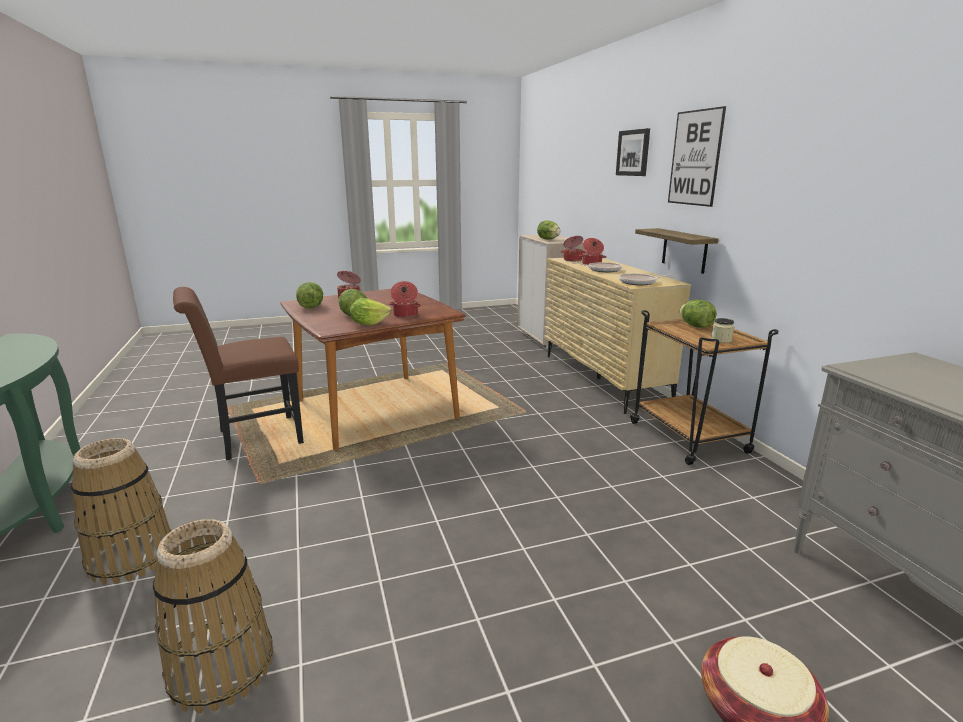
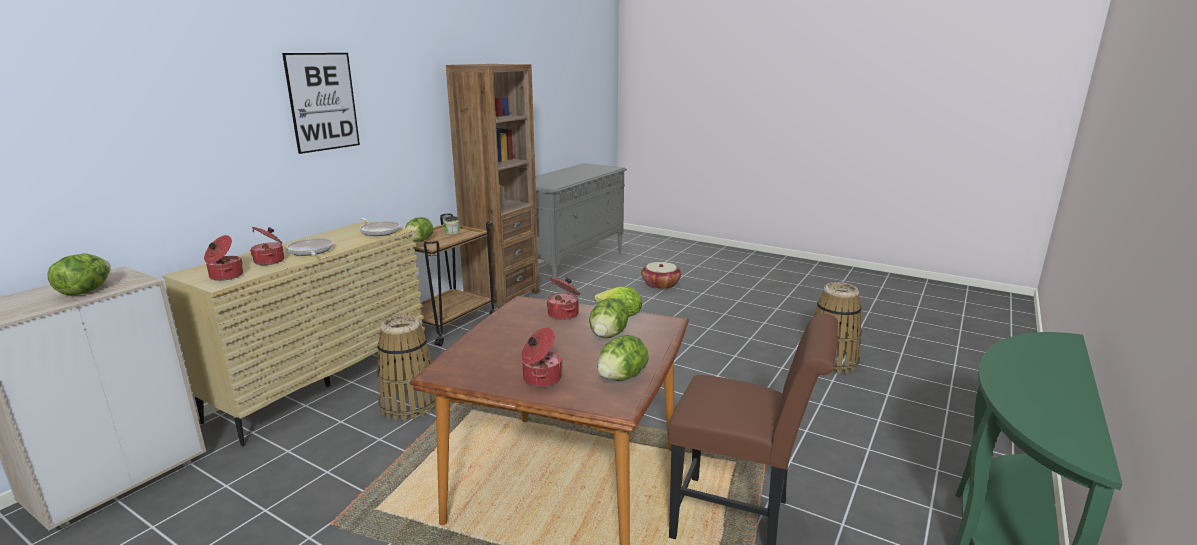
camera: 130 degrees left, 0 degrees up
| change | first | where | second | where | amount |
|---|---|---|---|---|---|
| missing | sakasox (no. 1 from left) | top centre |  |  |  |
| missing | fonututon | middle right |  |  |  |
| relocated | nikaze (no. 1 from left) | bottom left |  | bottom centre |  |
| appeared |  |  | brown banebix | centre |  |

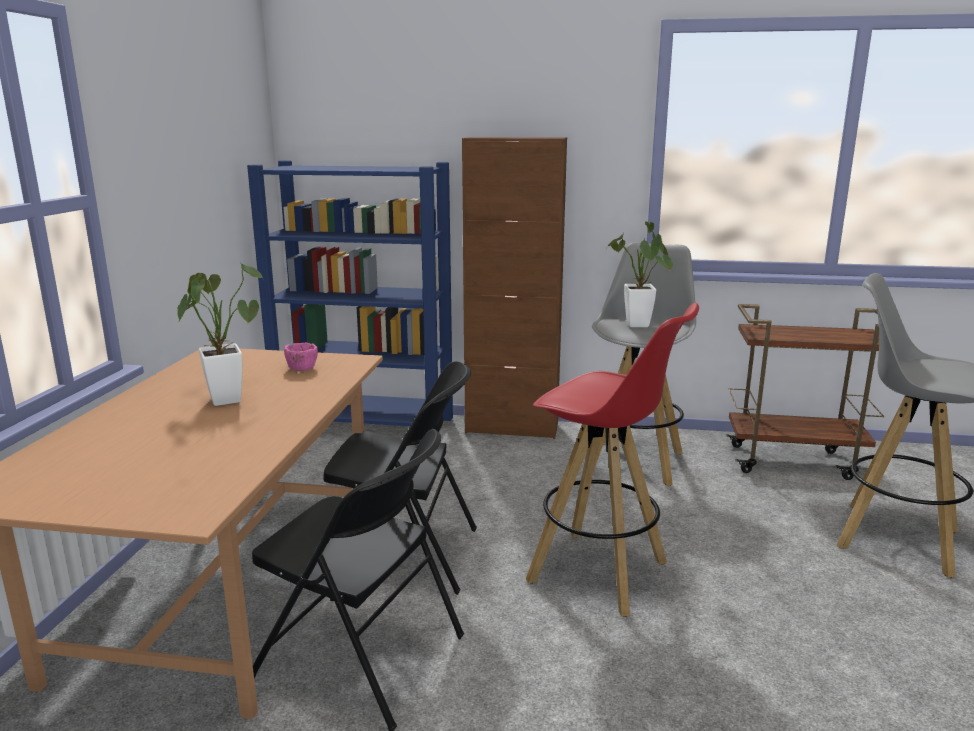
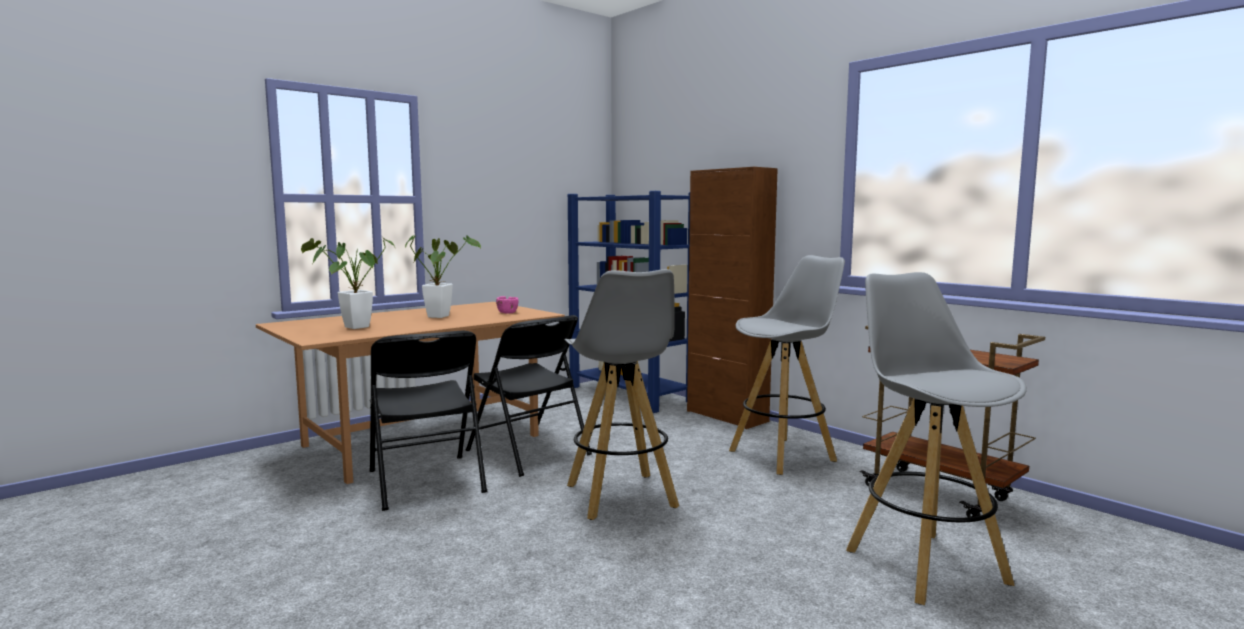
camera: 40 degrees right, 10 degrees down
| change | first | where | second | where | amount |
|---|---|---|---|---|---|
| relocated | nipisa (no. 2 from left in the first image) | centre | nipisa (no. 1 from left) | middle left |  |
| colour | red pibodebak | centre | grey pibodebak (no. 1 from left) | centre |  |

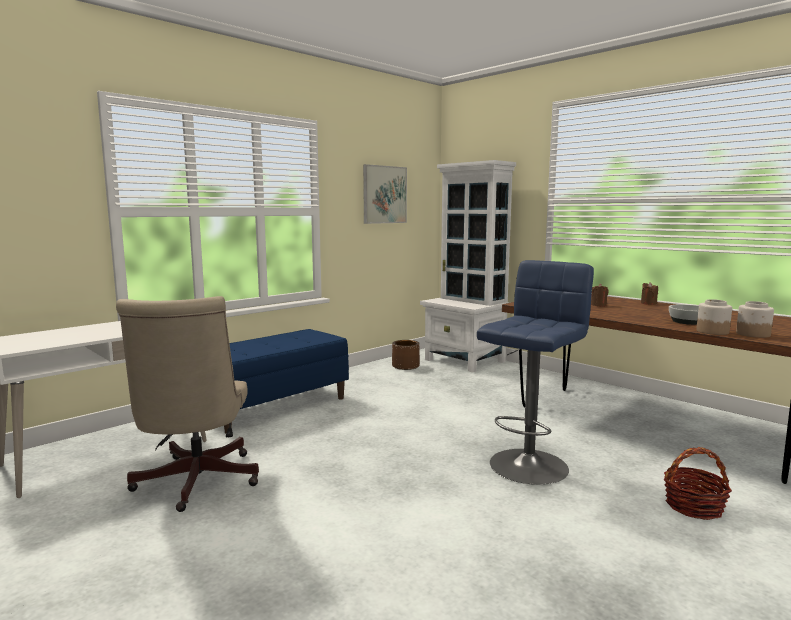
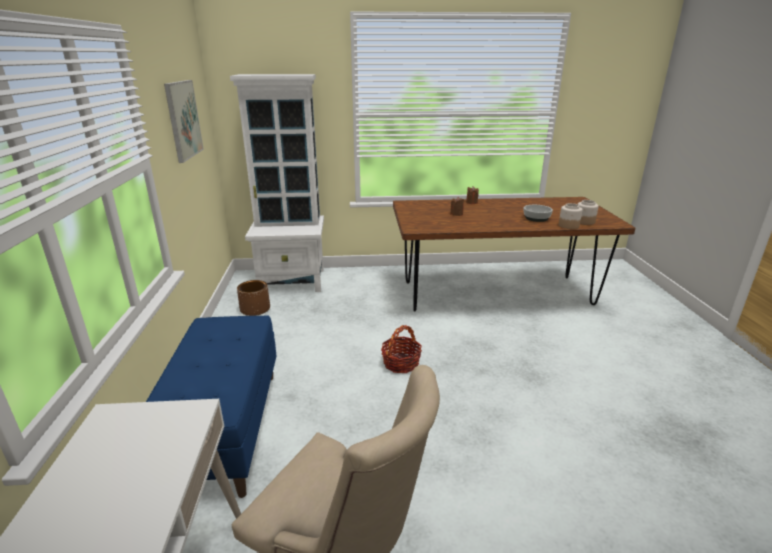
camera: 50 degrees left, 15 degrees up
| change | first | where | second | where | amount |
|---|---|---|---|---|---|
| missing | blue pibodebak | middle right |  |  |  |
| relocated | nikaze | bottom right |  | centre |  |

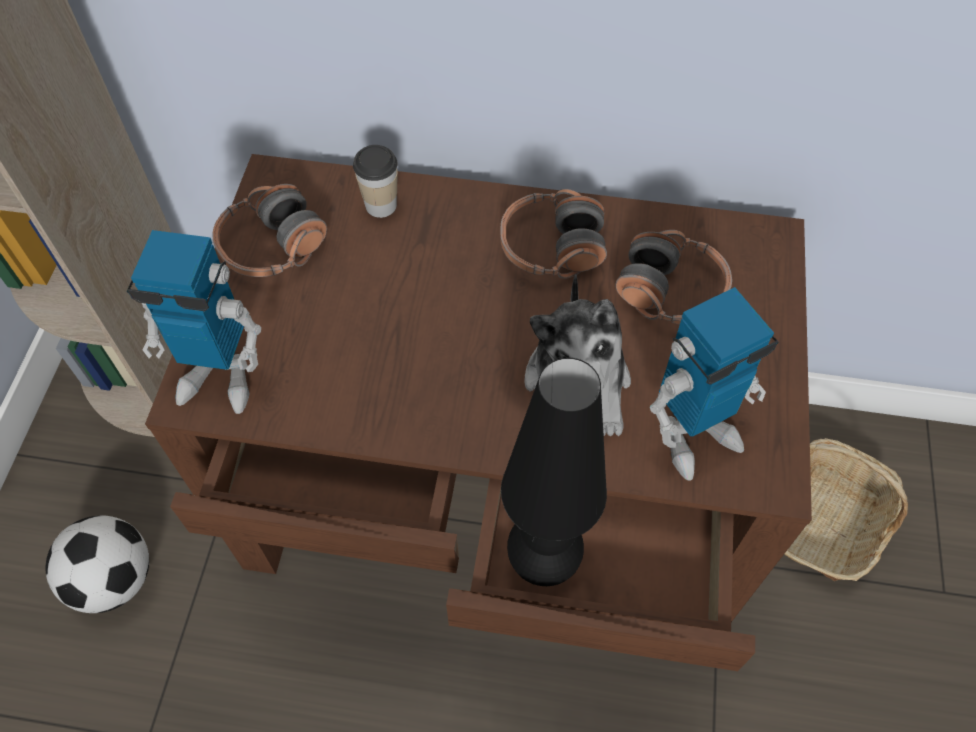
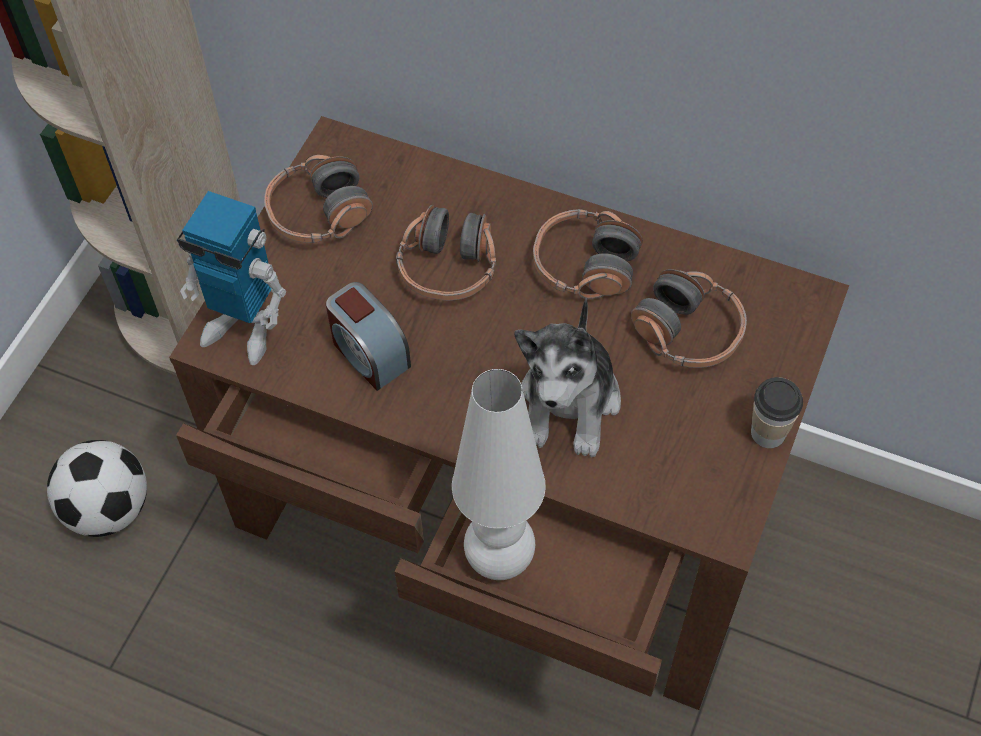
camera: 15 degrees right, 0 degrees up
| change | first | where | second | where | amount |
|---|---|---|---|---|---|
| relocated | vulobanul | top centre |  | middle right |  |
| missing | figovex (no. 2 from left) | middle right |  |  |  |
| colour | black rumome | centre | white rumome | centre |  |
| missing | nikaze | bottom right |  |  |  |
| appeared |  |  | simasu (no. 2 from left) | centre |  |
| appeared |  |  | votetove | centre |  |

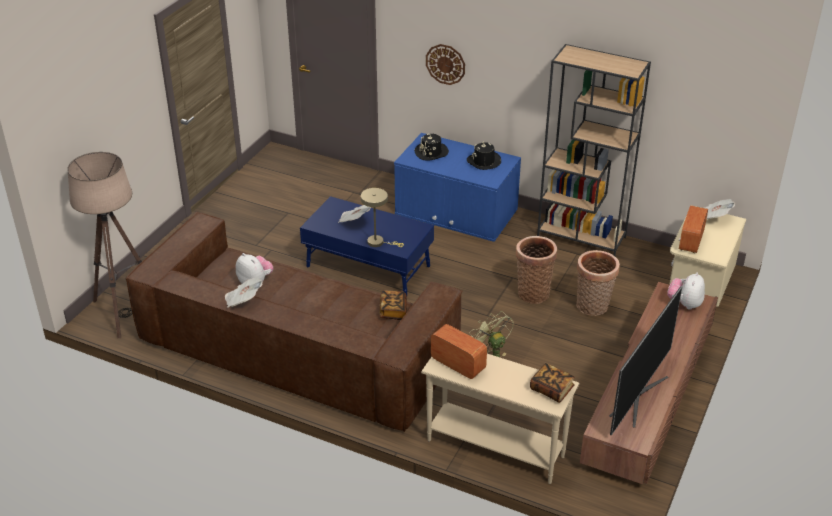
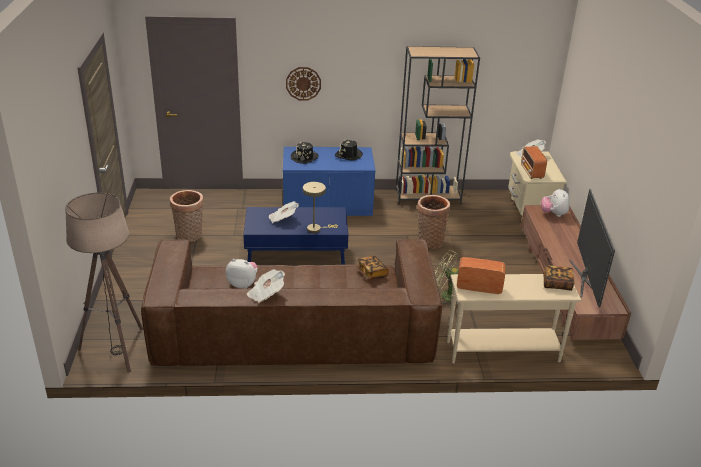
camera: 30 degrees left, 5 degrees down
| change | first | where | second | where | amount |
|---|---|---|---|---|---|
| relocated | nikaze (no. 2 from left in the first image) | middle right | nikaze (no. 1 from left) | middle left |  |

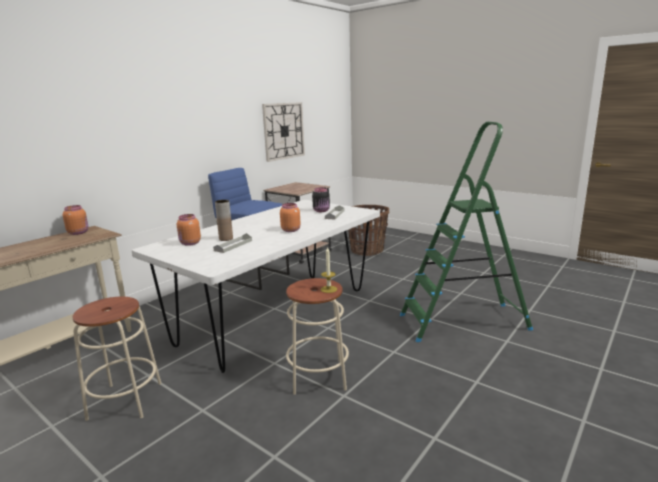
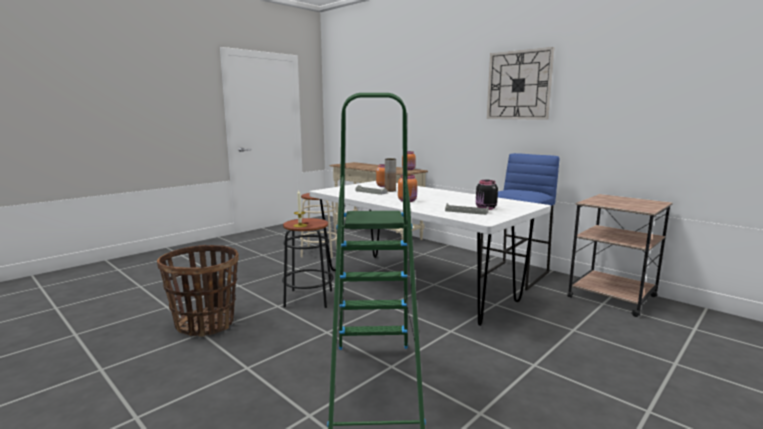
camera: 95 degrees right, 5 degrees down
| change | first | where | second | where | amount |
|---|---|---|---|---|---|
| relocated | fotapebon | top centre |  | top right |  |
| relocated | nikaze | centre |  | bottom left |  |
| colour | beige pibodebak (no. 2 from left) | bottom centre | black pibodebak | centre |  |

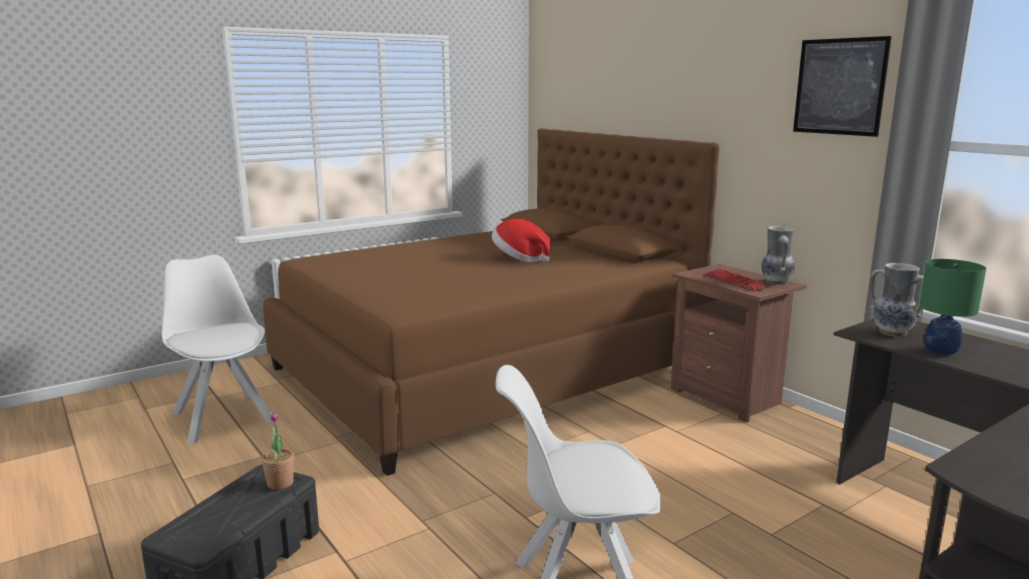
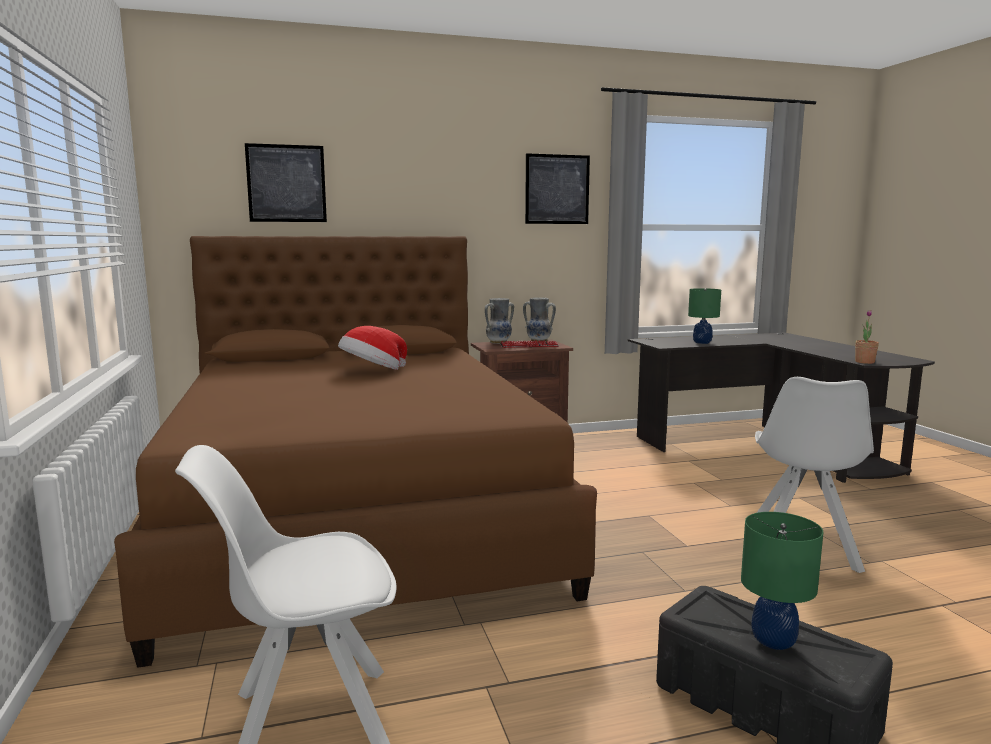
camera: 70 degrees left, 5 degrees down
| change | first | where | second | where | amount |
|---|---|---|---|---|---|
| relocated | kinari (no. 2 from left in the first image) | middle right | kinari (no. 1 from left) | centre |  |
| relocated | nipisa | bottom left |  | middle right |  |
| appeared |  |  | sakasox (no. 1 from left) | top left |  |
| appeared |  |  | green rumome (no. 2 from left) | bottom right |  |

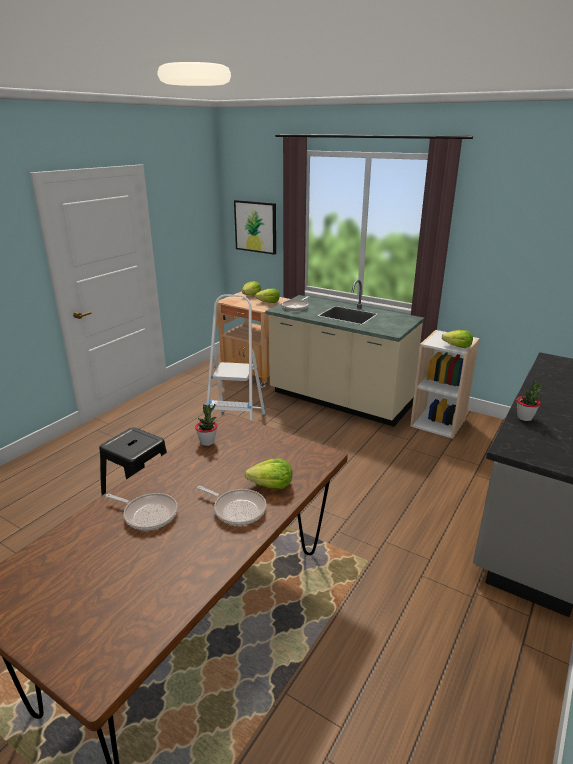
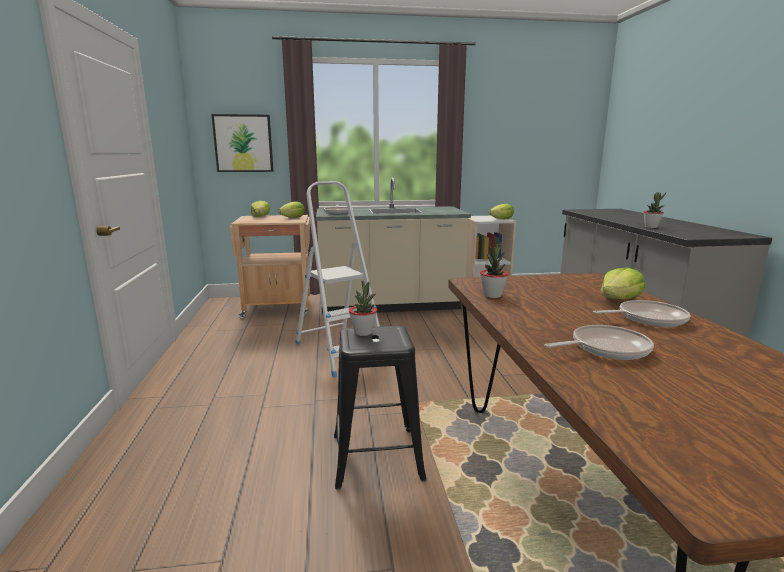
camera: 40 degrees left, 10 degrees down
| change | first | where | second | where | amount |
|---|---|---|---|---|---|
| appeared |  |  | nipisa (no. 1 from left) | centre |  |

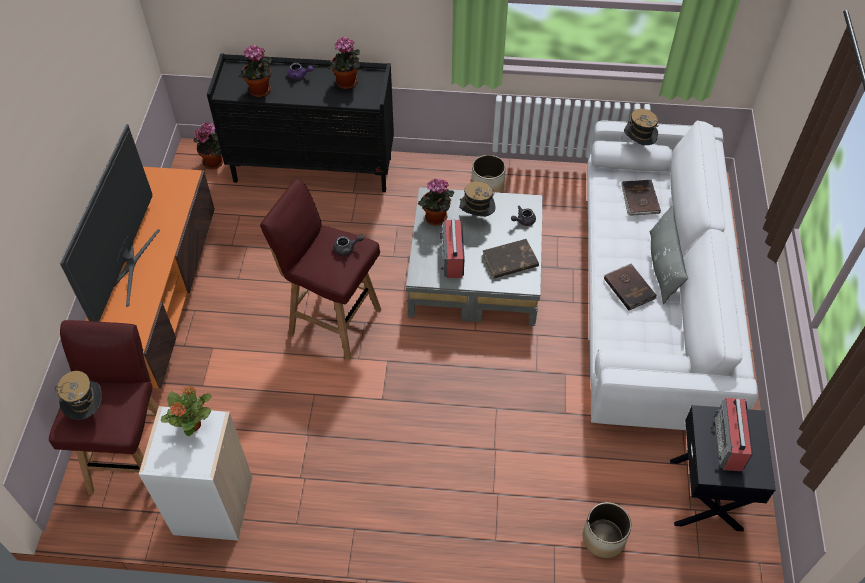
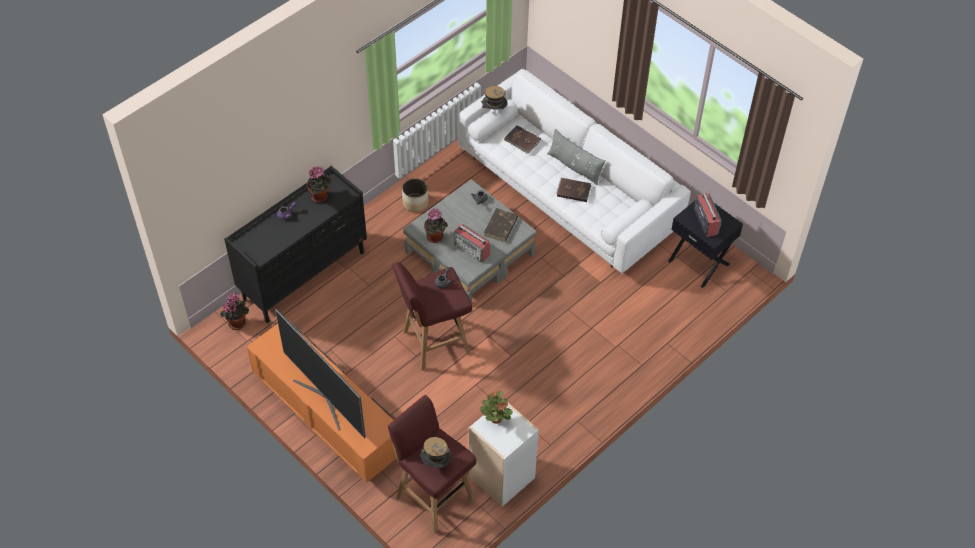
camera: 50 degrees left, 0 degrees up
| change | first | where | second | where | amount |
|---|---|---|---|---|---|
| missing | nipisa (no. 3 from left) | top left |  |  |  |
| missing | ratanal (no. 2 from left) | centre |  |  |  |
| spun | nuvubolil (no. 2 from left) | bottom right |  | middle right | 150 degrees counterclockwise |
| missing | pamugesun (no. 2 from left) | bottom right |  |  |  |

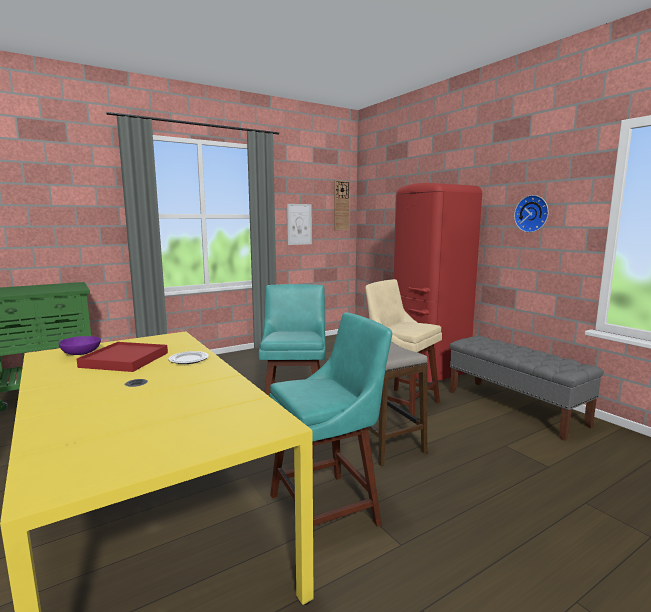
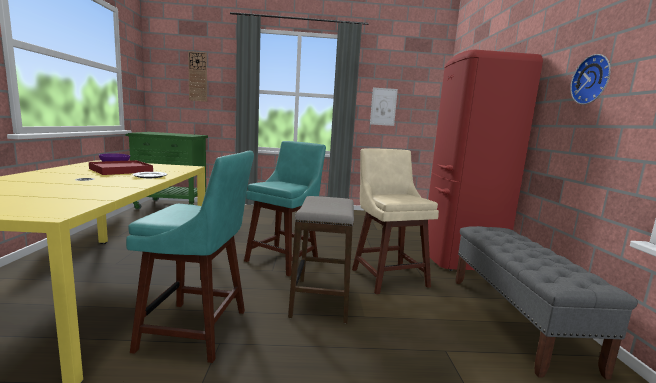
camera: 30 degrees right, 0 degrees up
| change | first | where | second | where | amount |
|---|---|---|---|---|---|
| relocated | fotapebon (no. 1 from left) | centre |  | top left |  |

